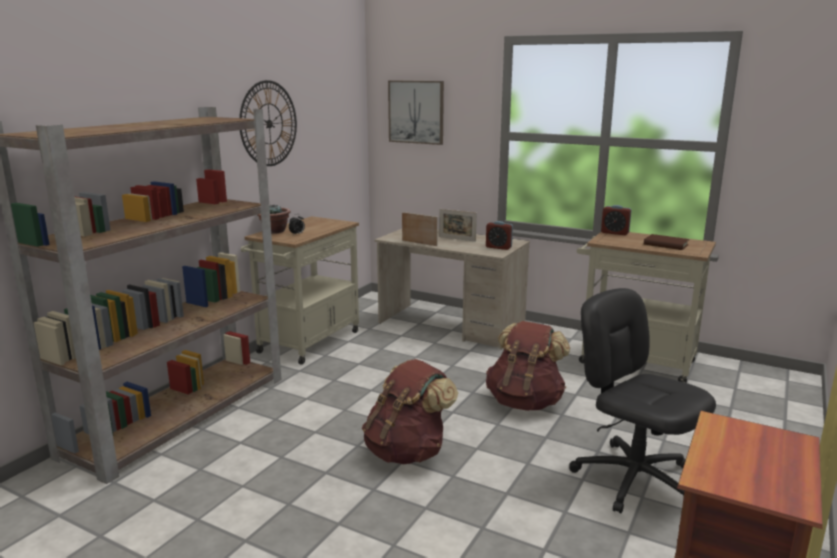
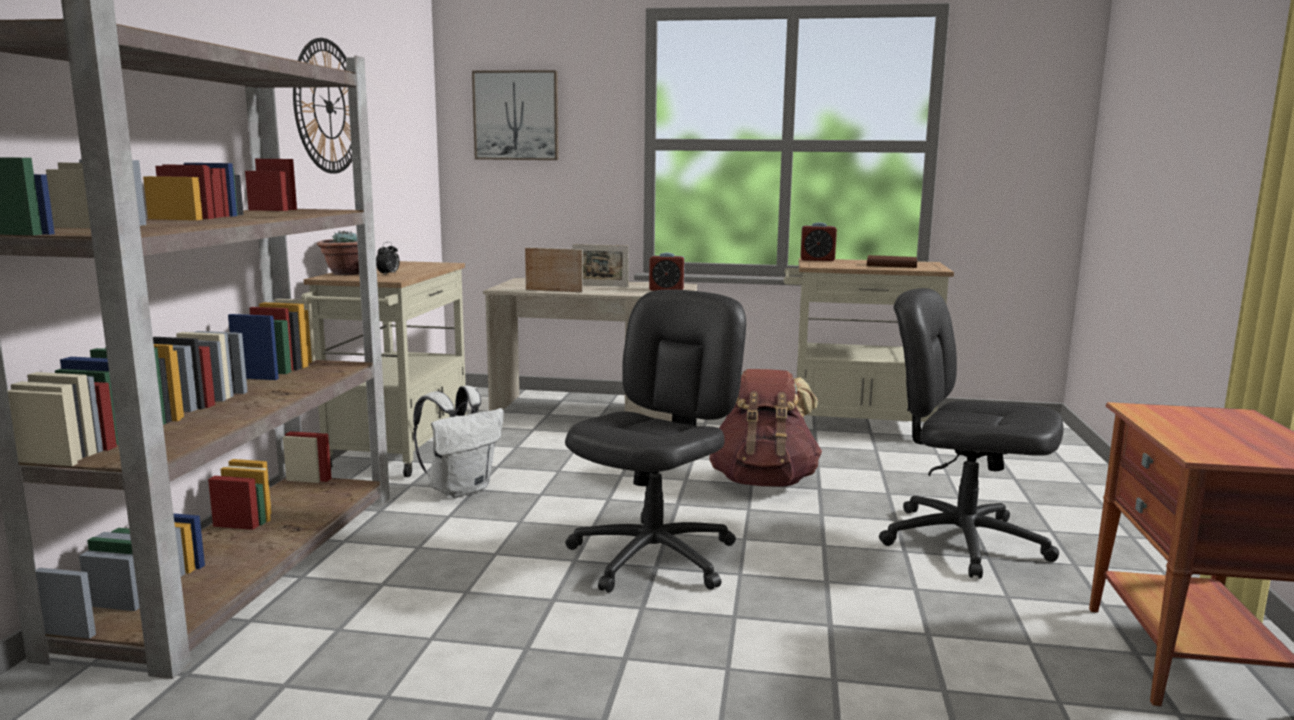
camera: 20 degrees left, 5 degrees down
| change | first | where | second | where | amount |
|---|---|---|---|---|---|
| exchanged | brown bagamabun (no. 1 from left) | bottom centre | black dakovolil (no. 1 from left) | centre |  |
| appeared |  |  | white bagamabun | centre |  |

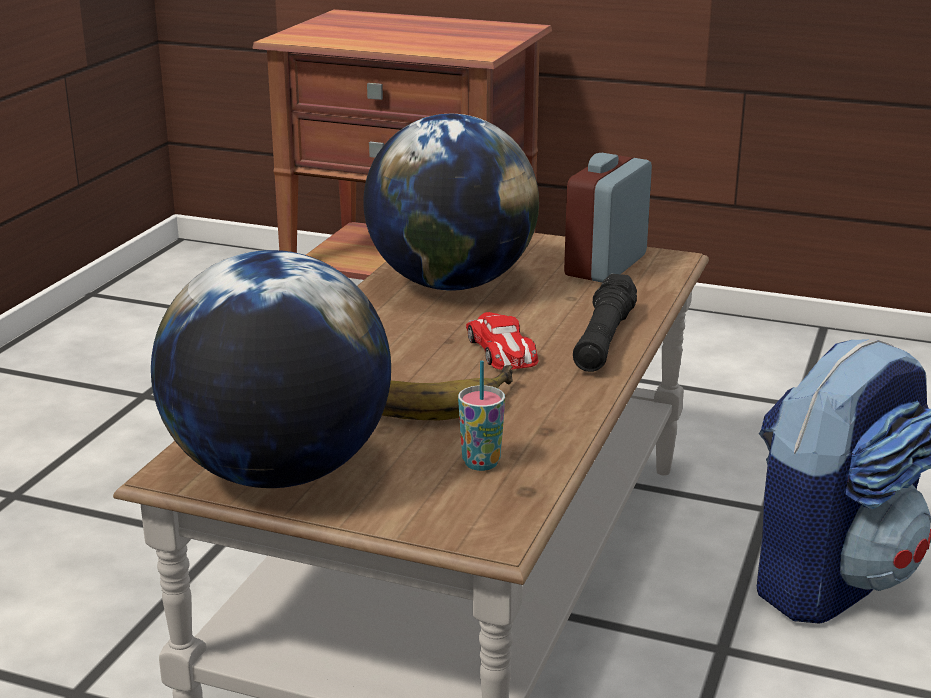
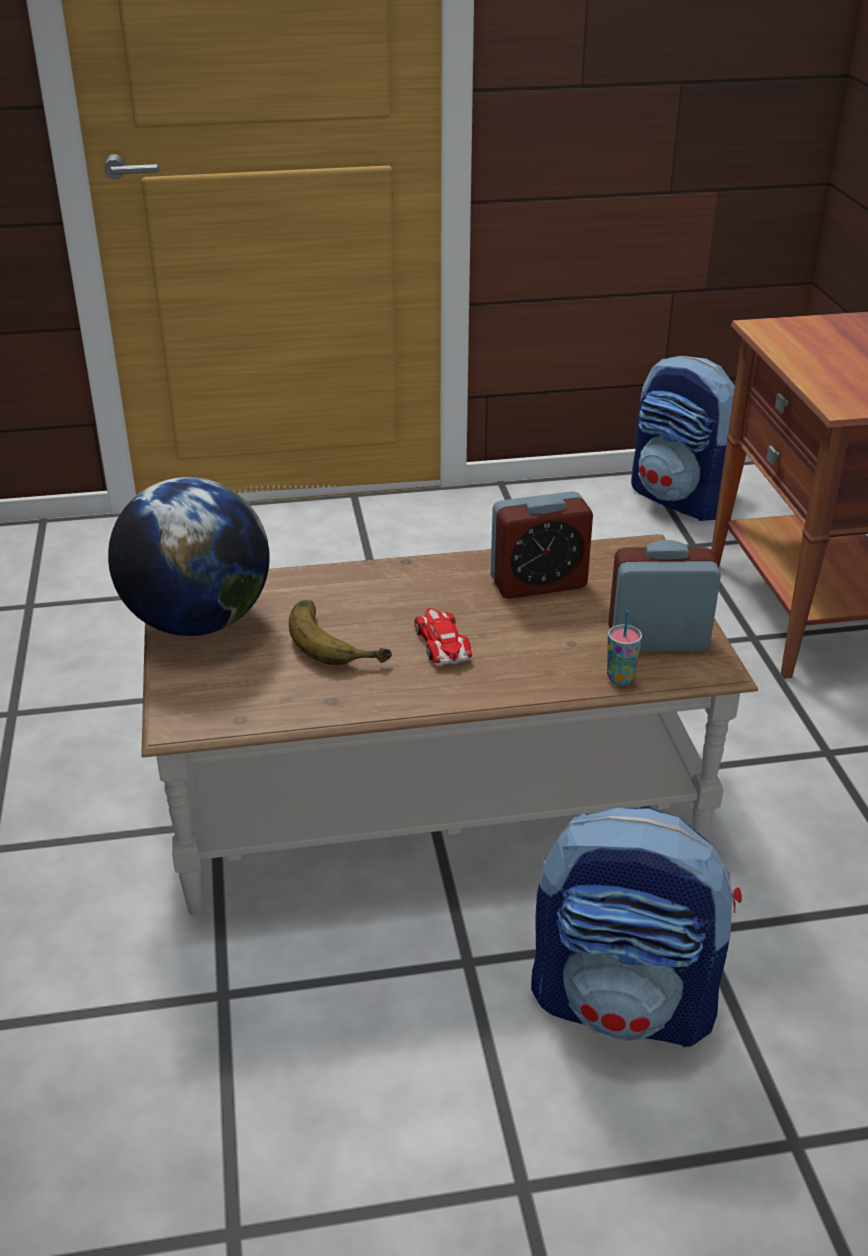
camera: 60 degrees right, 10 degrees up
| change | first | where | second | where | amount |
|---|---|---|---|---|---|
| exchanged | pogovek (no. 2 from left) | top centre | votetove (no. 1 from left) | centre |  |
| missing | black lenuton | centre |  |  |  |
| spun | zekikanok | centre |  | centre | 120 degrees clockwise |
| relocated | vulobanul | centre |  | middle right |  |
| appeared |  |  | bagamabun (no. 2 from left) | middle right |  |

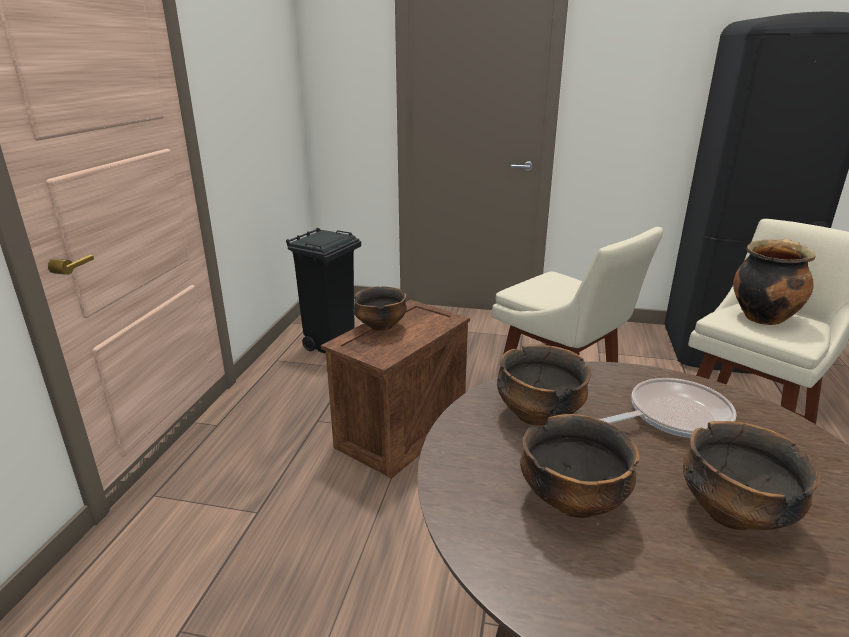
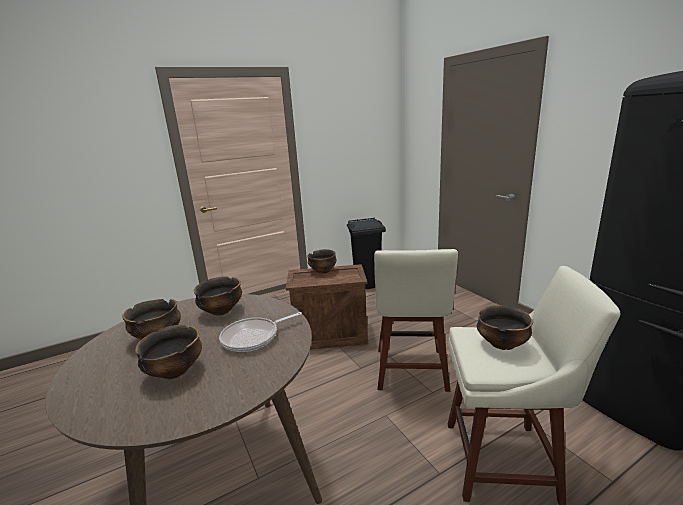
camera: 50 degrees right, 5 degrees down
| change | first | where | second | where | amount |
|---|---|---|---|---|---|
| exchanged | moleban | middle right | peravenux (no. 5 from left) | middle right |  |
| spun | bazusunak | middle right |  | centre | 120 degrees clockwise |

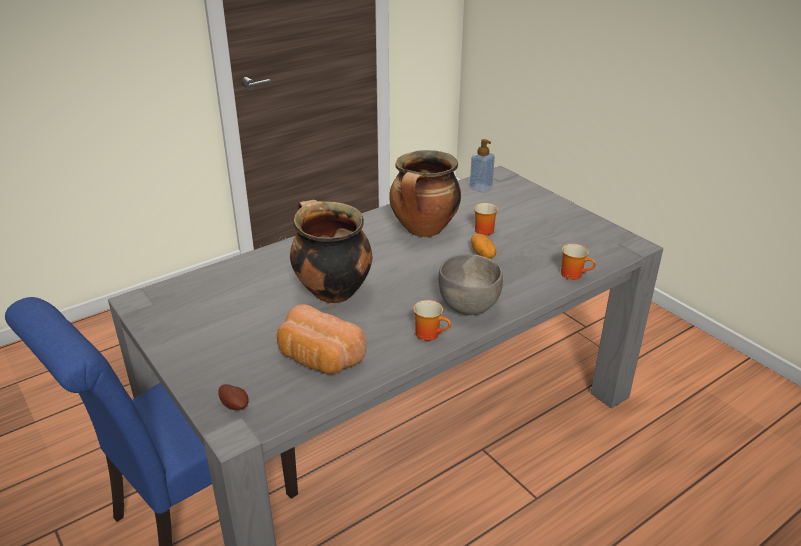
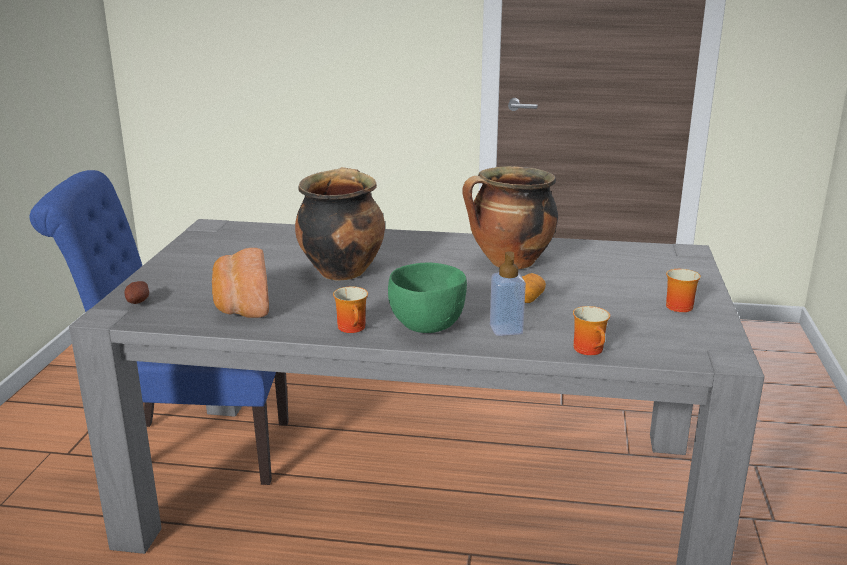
camera: 45 degrees right, 10 degrees down
| change | first | where | second | where | amount |
|---|---|---|---|---|---|
| relocated | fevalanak | top centre |  | centre |  |
| relocated | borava (no. 2 from left in the first image) | centre | borava (no. 3 from left) | middle right |  |
| colour | grey peravenux | centre | green peravenux | centre |  |

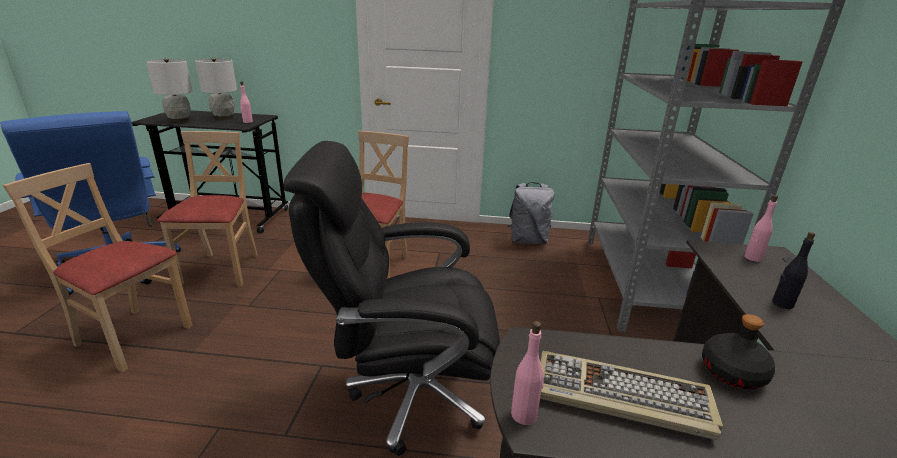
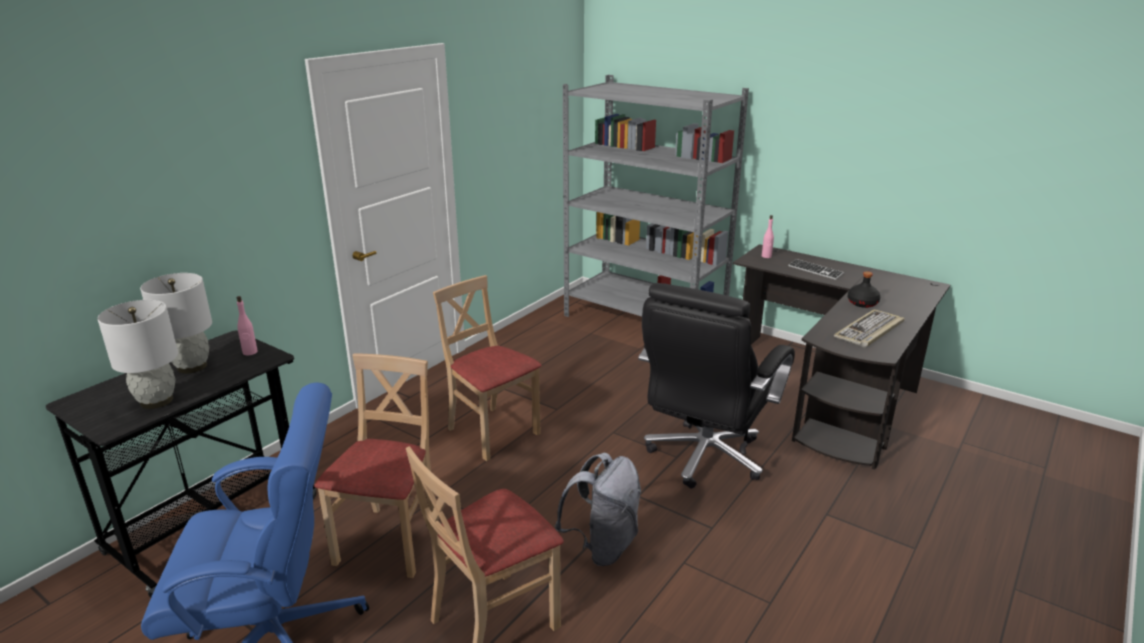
camera: 60 degrees left, 0 degrees up
| change | first | where | second | where | amount |
|---|---|---|---|---|---|
| spun | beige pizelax (no. 2 from left in the first image) | middle left | beige pizelax (no. 1 from left) | bottom left | 75 degrees clockwise |
| relocated | grey bagamabun | centre |  | bottom centre |  |
| exchanged | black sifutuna (no. 2 from left) | middle right | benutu (no. 1 from left) | middle right |  |
| missing | pink sifutuna (no. 2 from left) | bottom centre |  |  |  |

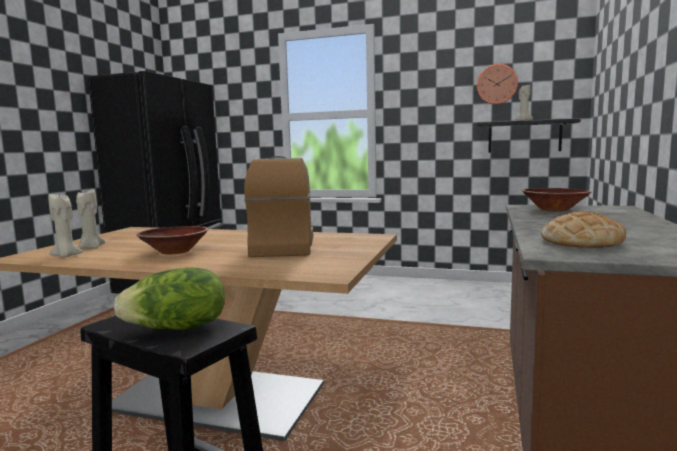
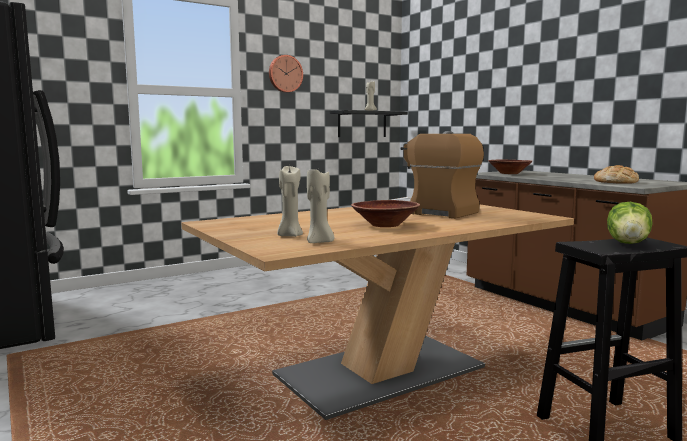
camera: 50 degrees left, 0 degrees up
| change | first | where | second | where | amount |
|---|---|---|---|---|---|
| relocated | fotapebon | top right |  | top centre |  |

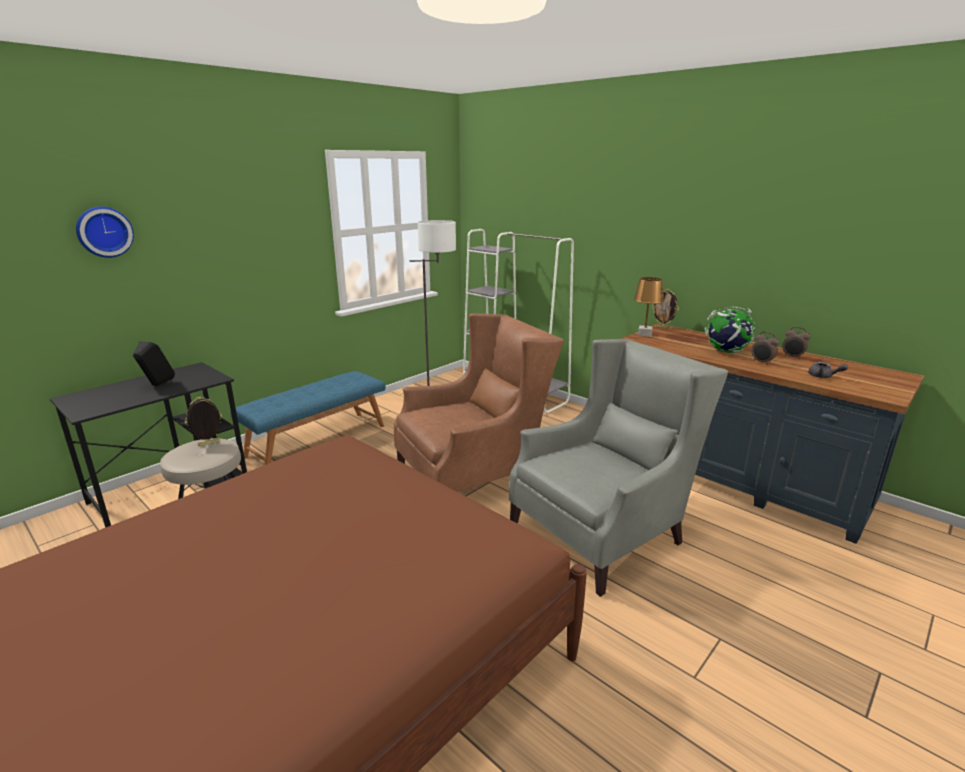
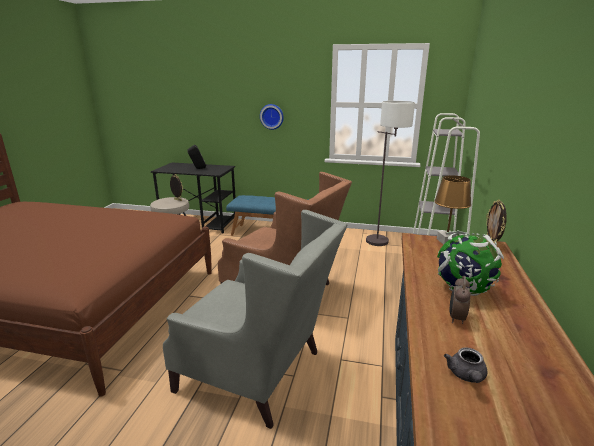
camera: 60 degrees right, 0 degrees up
| change | first | where | second | where | amount |
|---|---|---|---|---|---|
| relocated | fotapebon | top left |  | top centre |  |
| missing | votetove (no. 2 from left) | middle right |  |  |  |

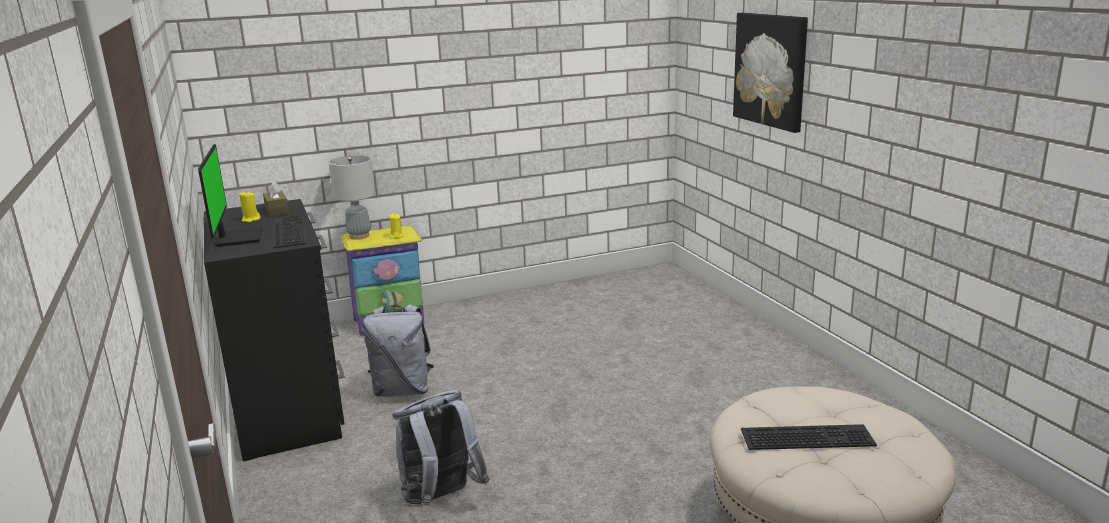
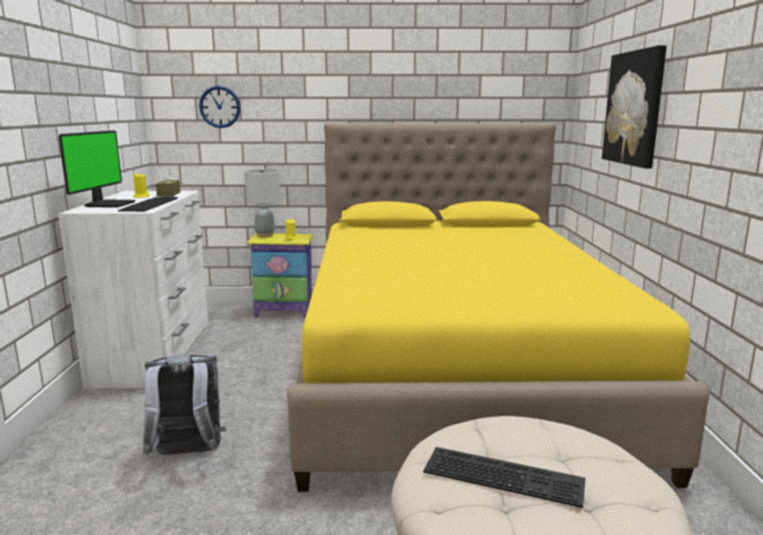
camera: 20 degrees right, 5 degrees down
| change | first | where | second | where | amount |
|---|---|---|---|---|---|
| colour | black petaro | middle left | white petaro | middle left |  |
| missing | grey bagamabun (no. 1 from left) | bottom centre |  |  |  |
| appeared |  |  | fotapebon | top left |  |
| appeared |  |  | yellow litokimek | centre |  |

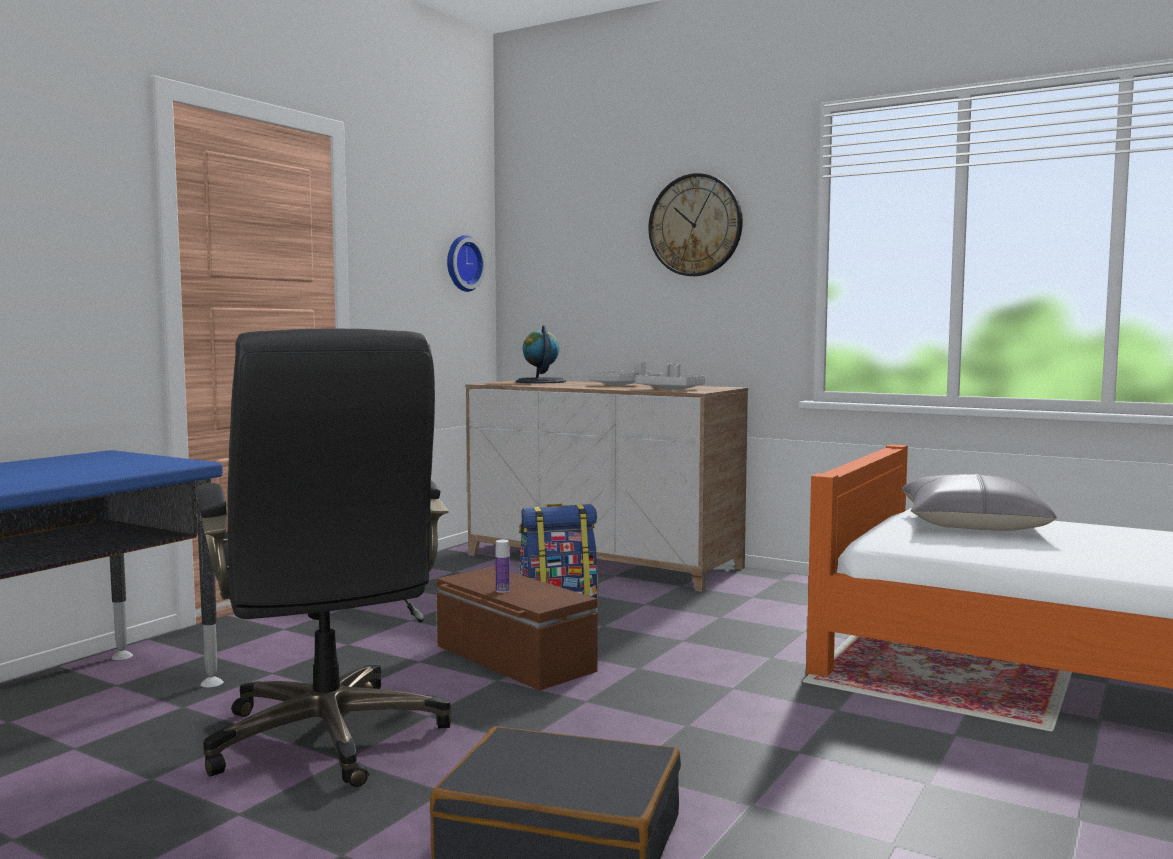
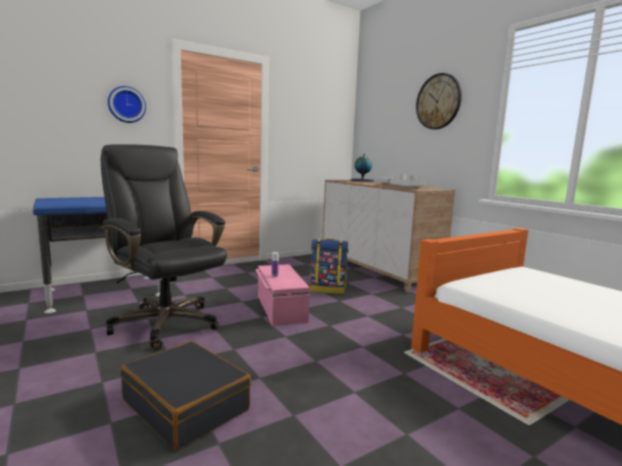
camera: 25 degrees right, 5 degrees up
| change | first | where | second | where | amount |
|---|---|---|---|---|---|
| relocated | fotapebon (no. 1 from left) | top centre |  | top left |  |
| spun | black dakovolil | middle left |  | middle left | 135 degrees clockwise |
| missing | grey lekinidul | middle right |  |  |  |
| colour | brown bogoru | bottom centre | pink bogoru | centre |  |

